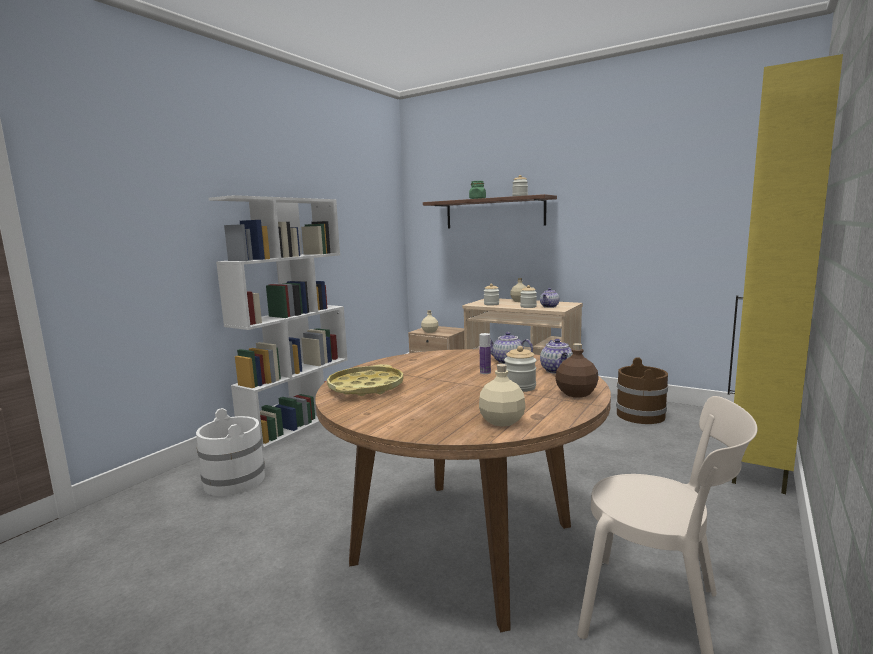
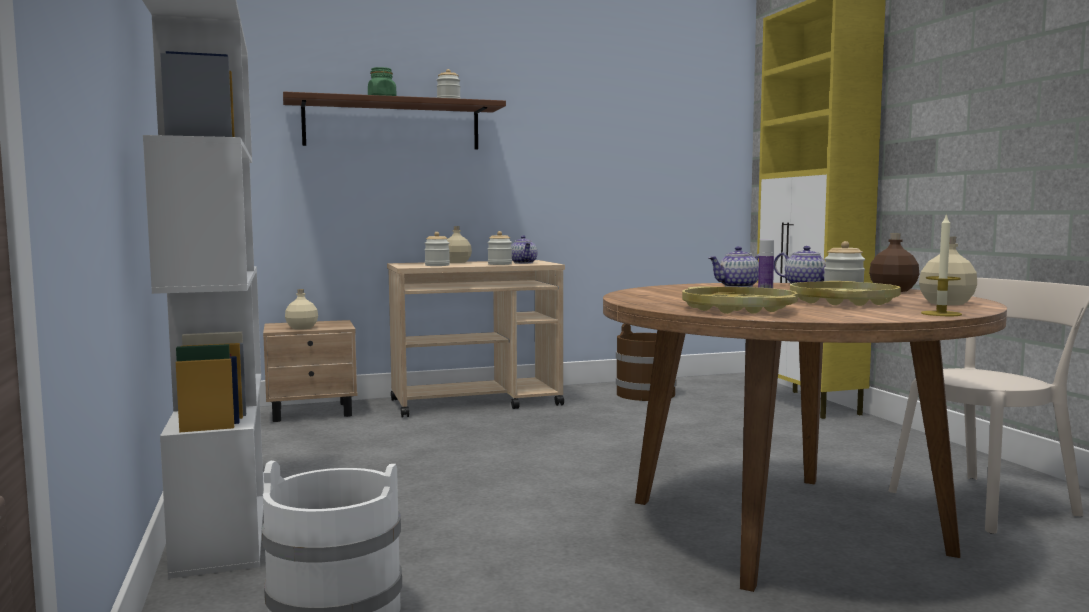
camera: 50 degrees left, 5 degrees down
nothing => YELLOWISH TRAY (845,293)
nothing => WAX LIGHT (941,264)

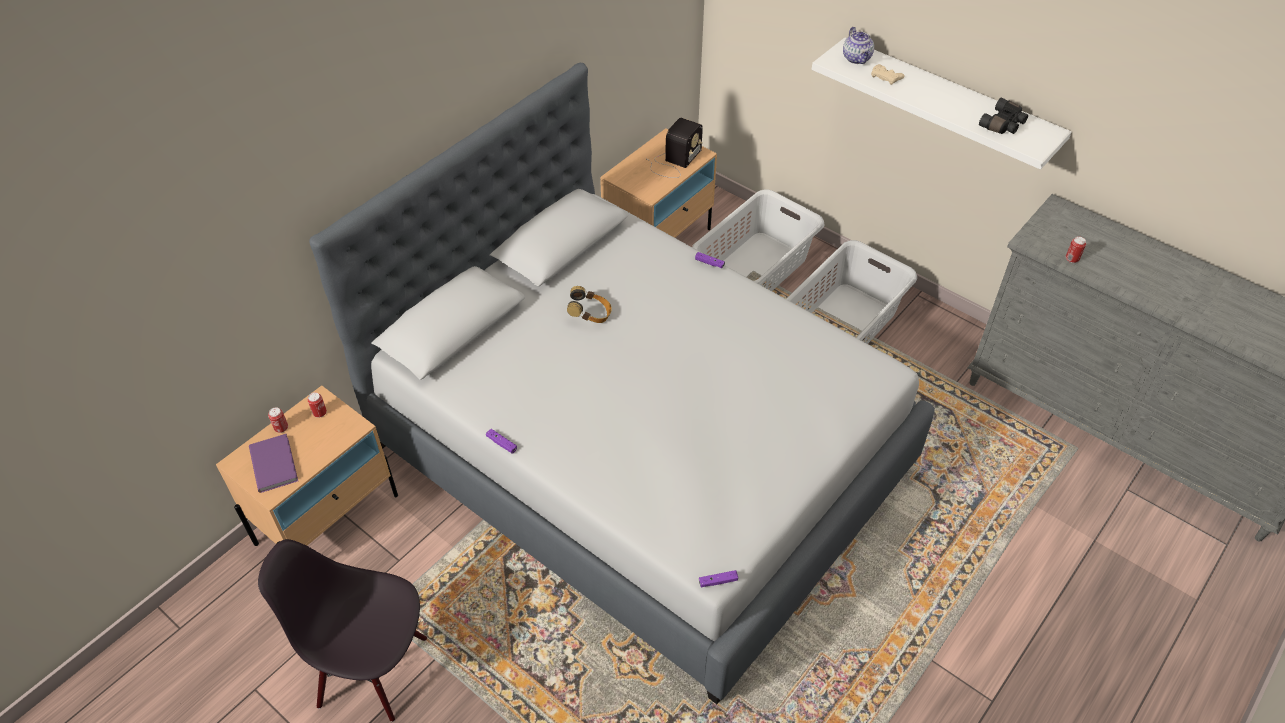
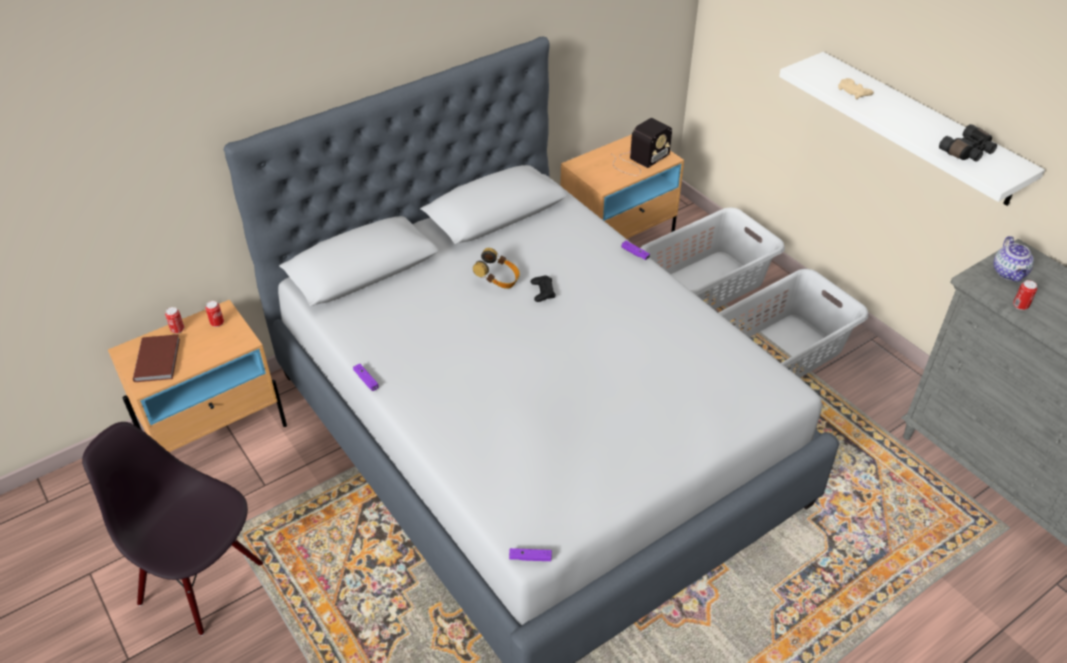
camera: 15 degrees right, 5 degrees down
PURPLE BOUND BOOK (273,463) => BROWNISH BOUND BOOK (156,358)
nothing => BLACK-COLOURED JOYPAD (542,288)
TEA POT (858,45) => TEA POT (1013,259), move

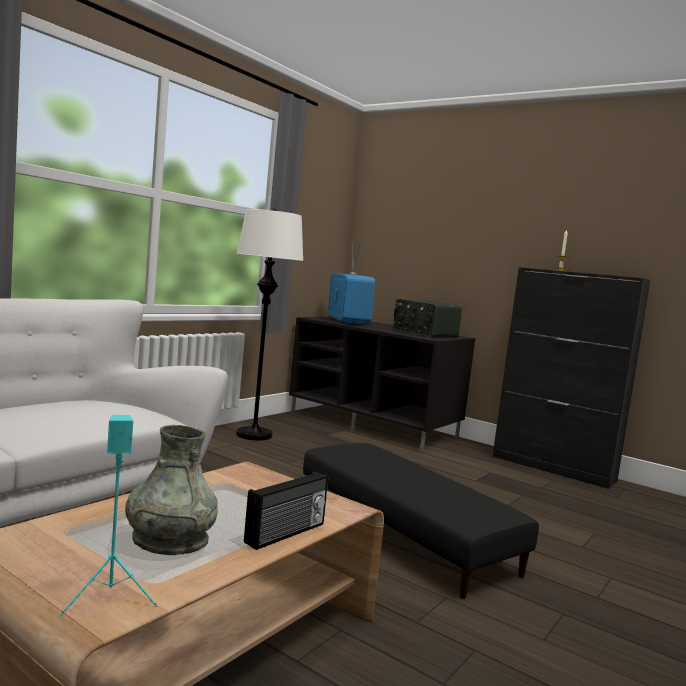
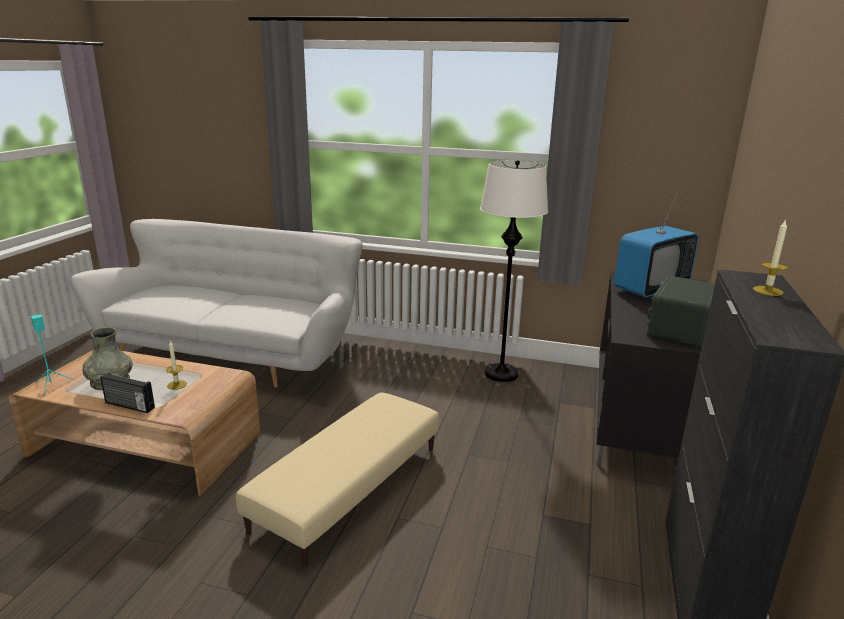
camera: 70 degrees right, 15 degrees up
nothing => WAX LIGHT (176,365)
BLACK-COLOURED FOOTREST (421,521) => BEIGE-COLOURED FOOTREST (337,479)

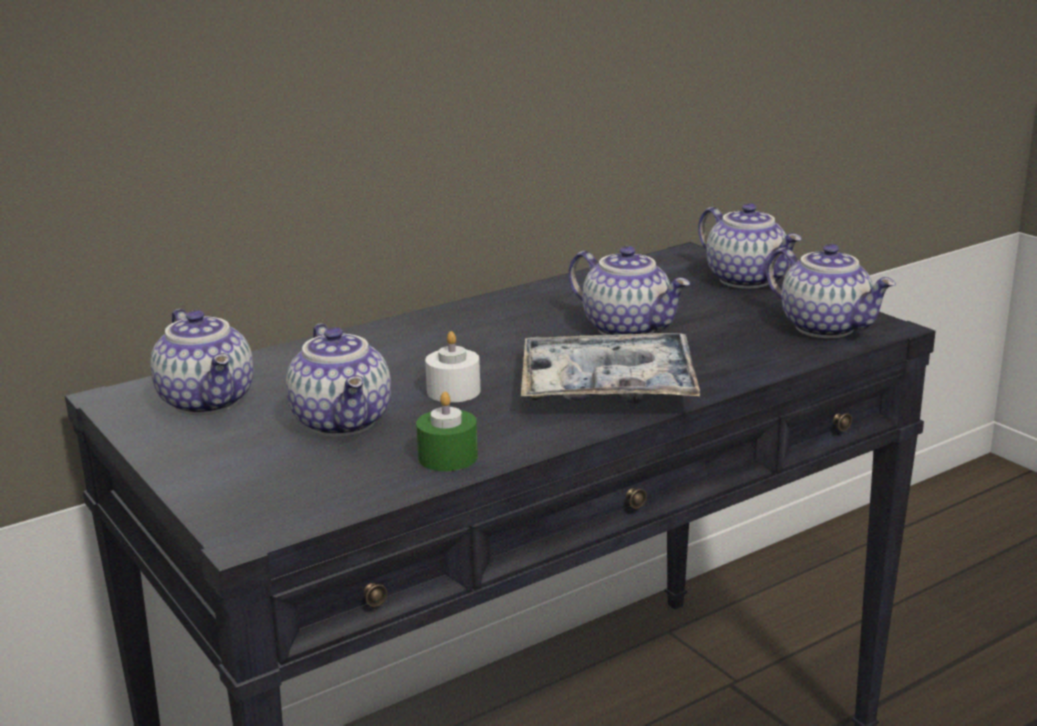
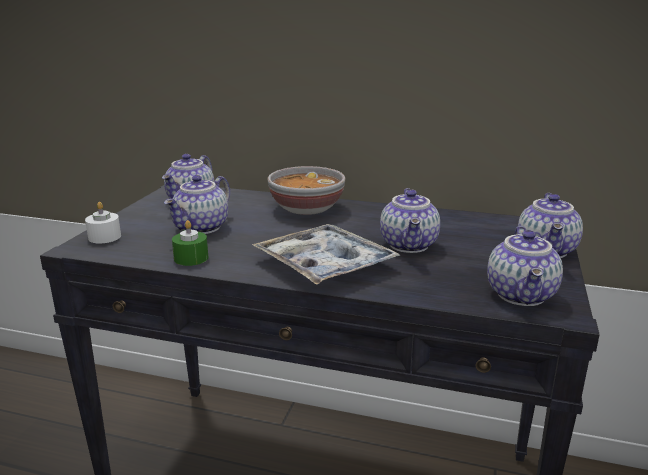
camera: 50 degrees right, 0 degrees up
WHITISH WAX LIGHT (452,367) => WHITISH WAX LIGHT (103,222), move
nothing => SERVING BOWL (307,190)

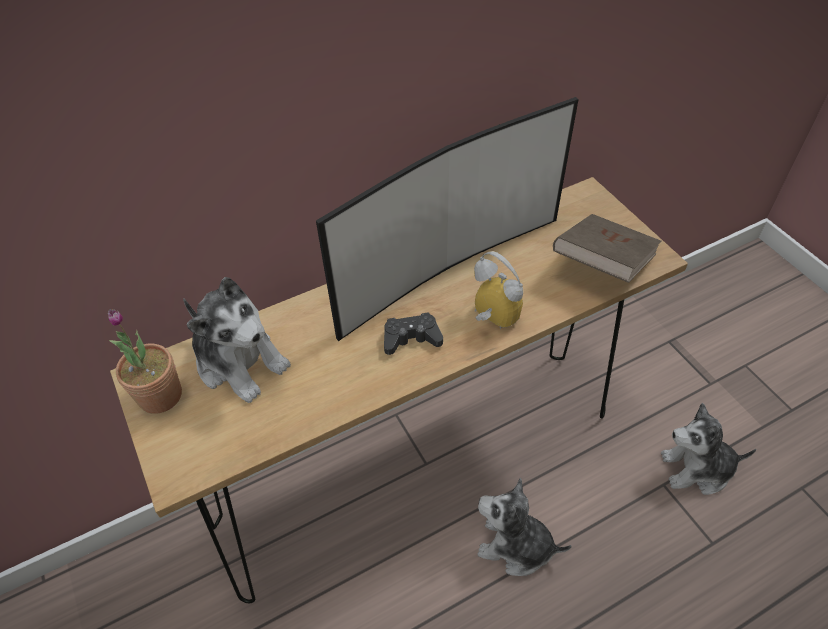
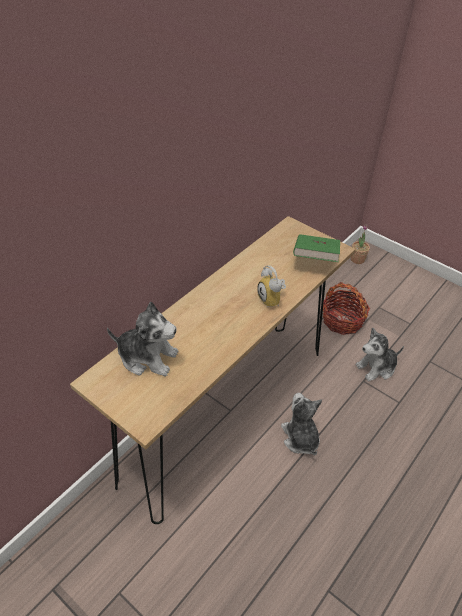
camera: 25 degrees left, 5 degrees down
ALARM CLOCK (498,290) => ALARM CLOCK (271,286), 135 degrees counterclockwise
PLUSH TOY (525,527) => PLUSH TOY (301,424), 75 degrees clockwise
BROWNISH BOUND BOOK (607,248) => GREEN-COLOURED BOUND BOOK (316,248)
nothing => HOUSEHOLD BASKET (346,308)
POTTED PLANT (145,361) => POTTED PLANT (360,244), move
TV (447,219) => nothing
BLACK-COLOURED JOYPAD (413,333) => nothing

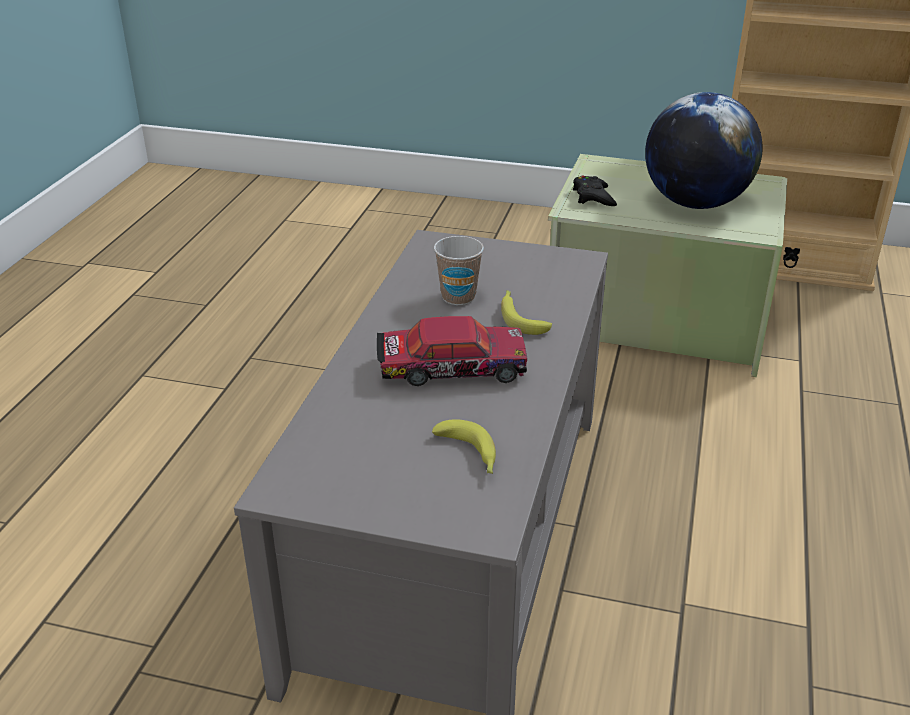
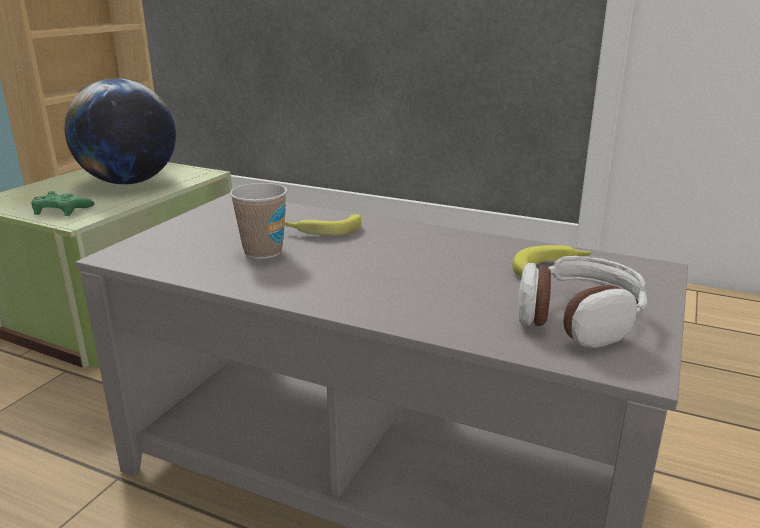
camera: 80 degrees left, 10 degrees down
BLACK-COLOURED JOYPAD (595,191) => GREEN-COLOURED JOYPAD (63,203)
nothing => HEADSET (582,302)
TOY CAR (452,351) => nothing

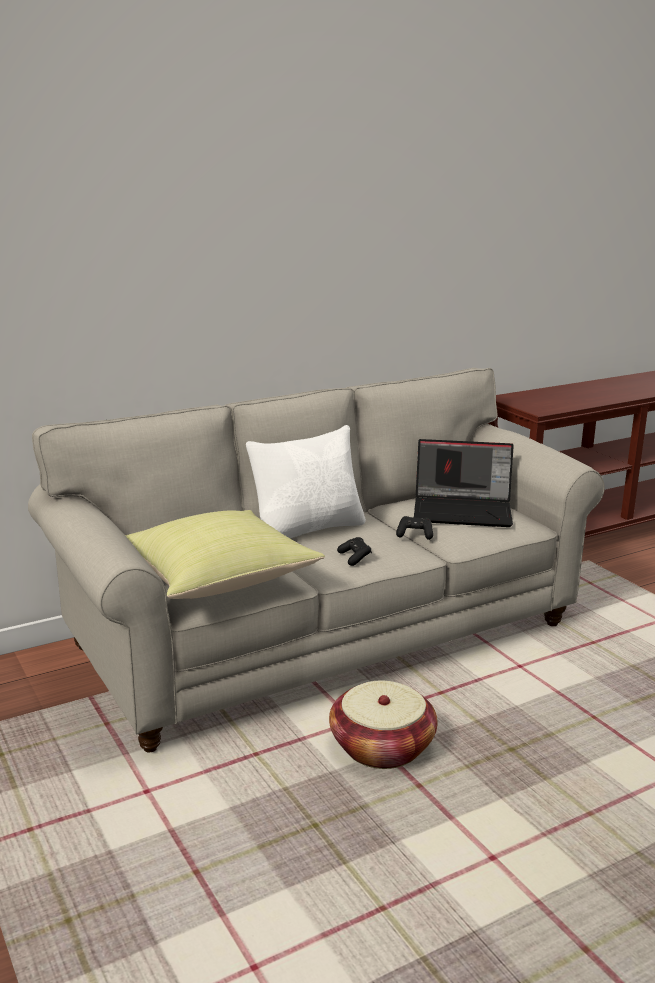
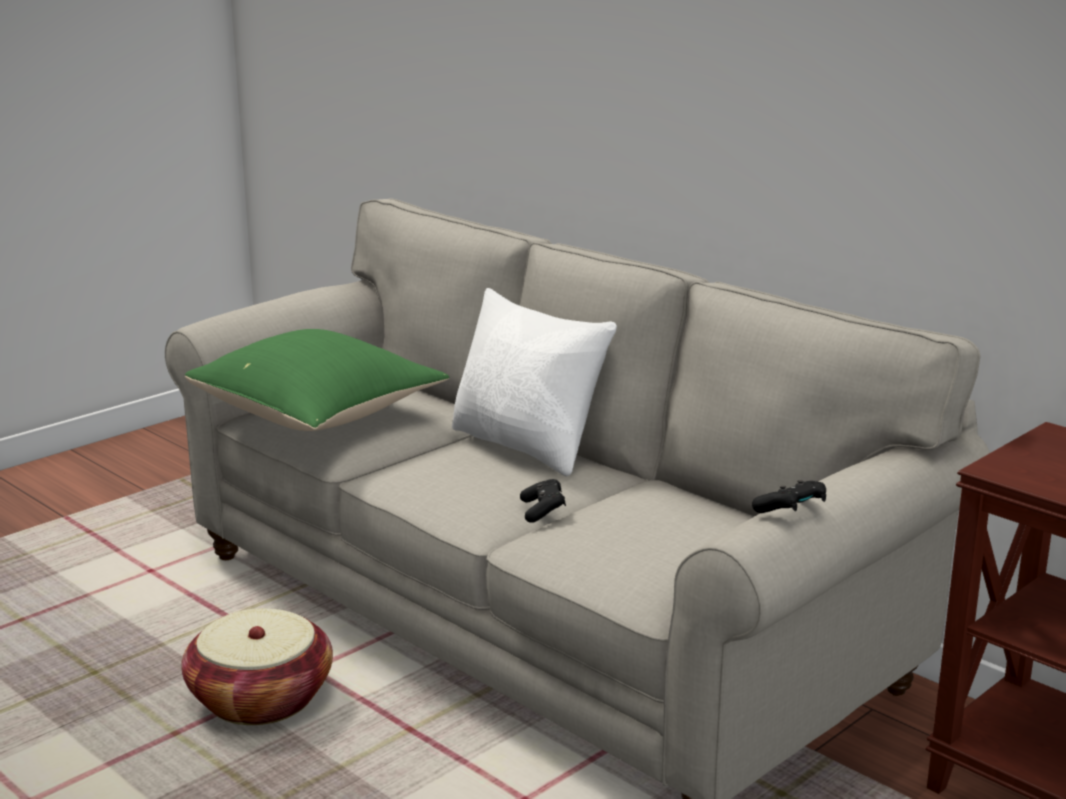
camera: 75 degrees right, 0 degrees up
YELLOWISH CUSHION (225,554) => GREEN-COLOURED CUSHION (317,380)
BLACK-COLOURED JOYPAD (354,551) => BLACK-COLOURED JOYPAD (789,496), move
PORTABLE COMPUTER (464,483) => nothing

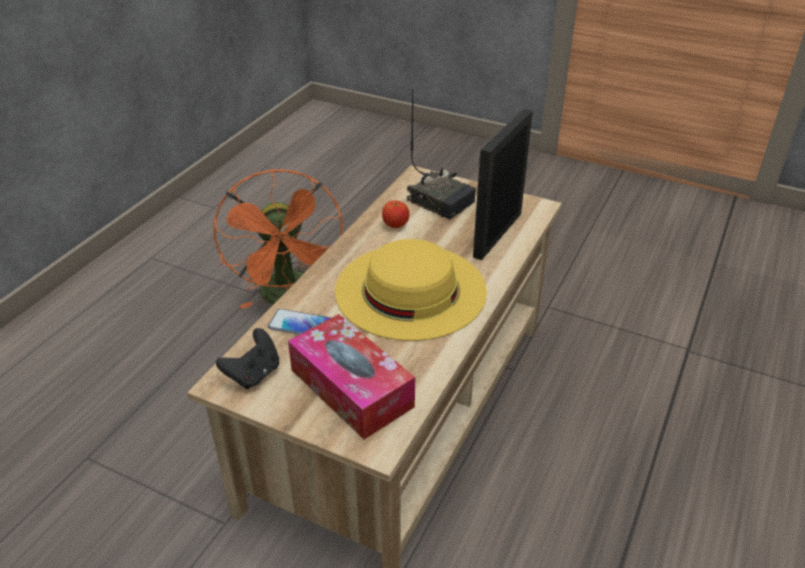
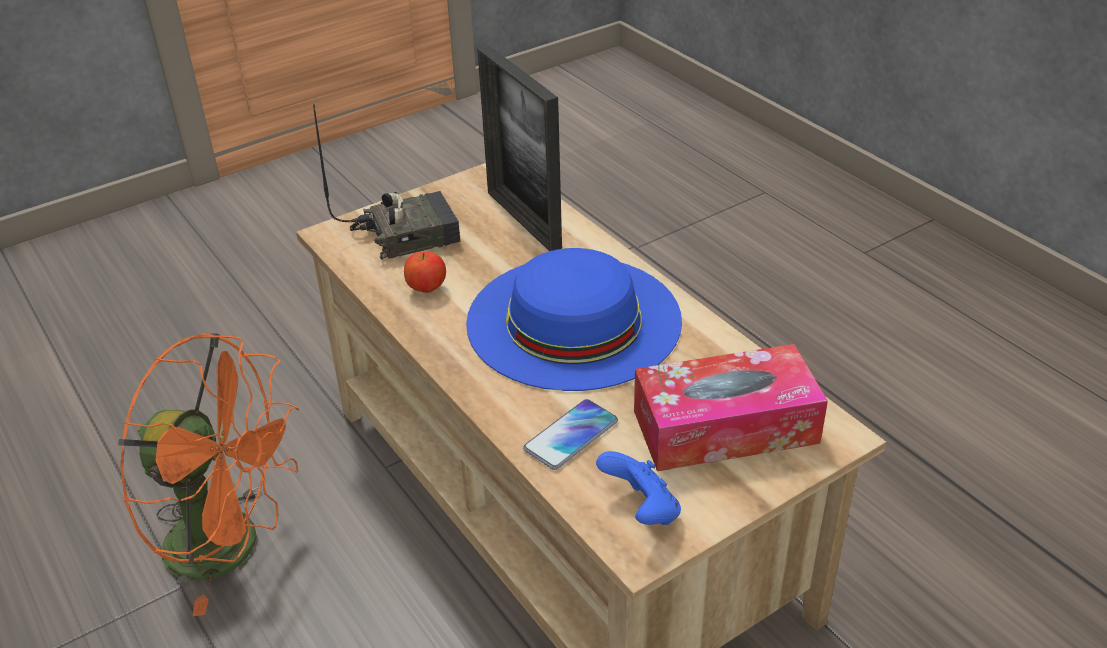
camera: 60 degrees left, 0 degrees up
YELLOWISH CLOTHING HAT (411,290) => BLUE-COLOURED CLOTHING HAT (574,319)
BLACK-COLOURED JOYPAD (247,358) => BLUE-COLOURED JOYPAD (638,488)

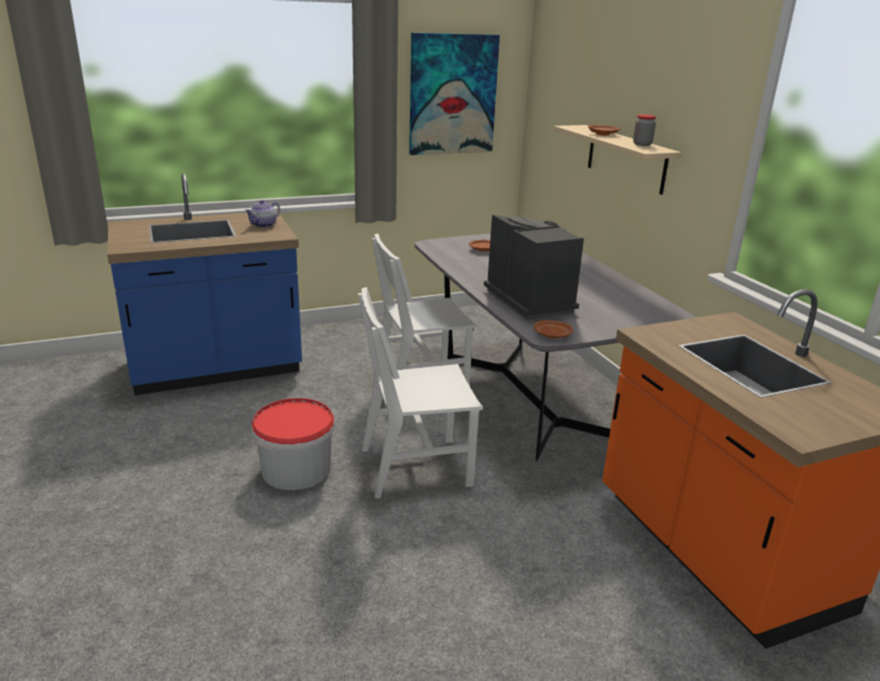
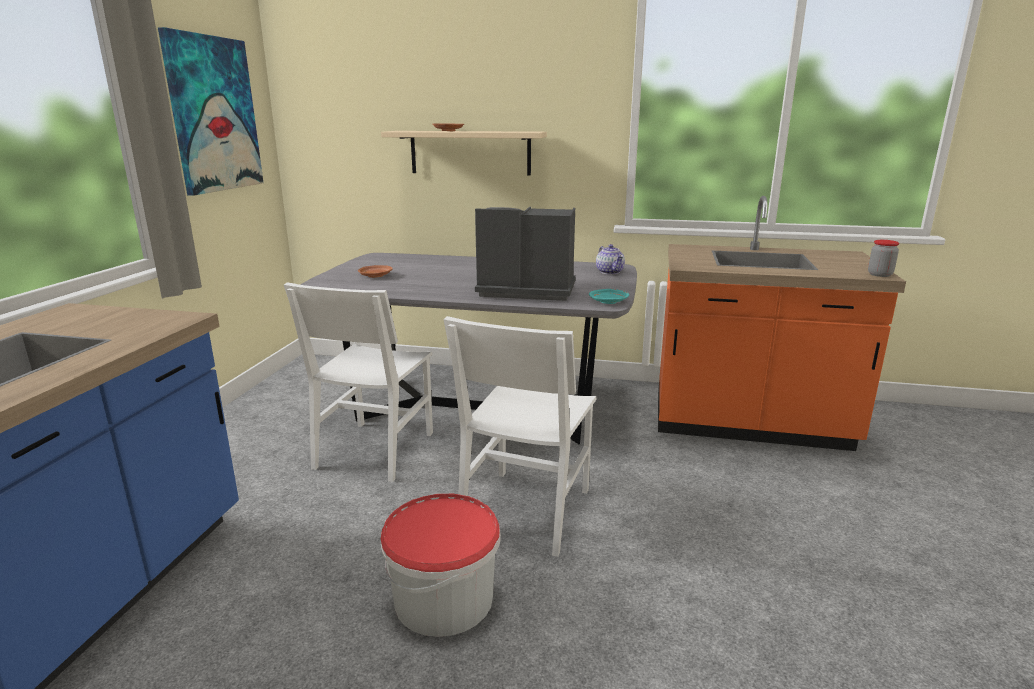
camera: 55 degrees left, 5 degrees down
BROWNISH DINNER PLATE (553,329) => TURQUOISE-COLOURED DINNER PLATE (609,296)
TEA POT (262,214) => TEA POT (610,259), move
PRESERVE JAR (644,130) => PRESERVE JAR (883,258), move

